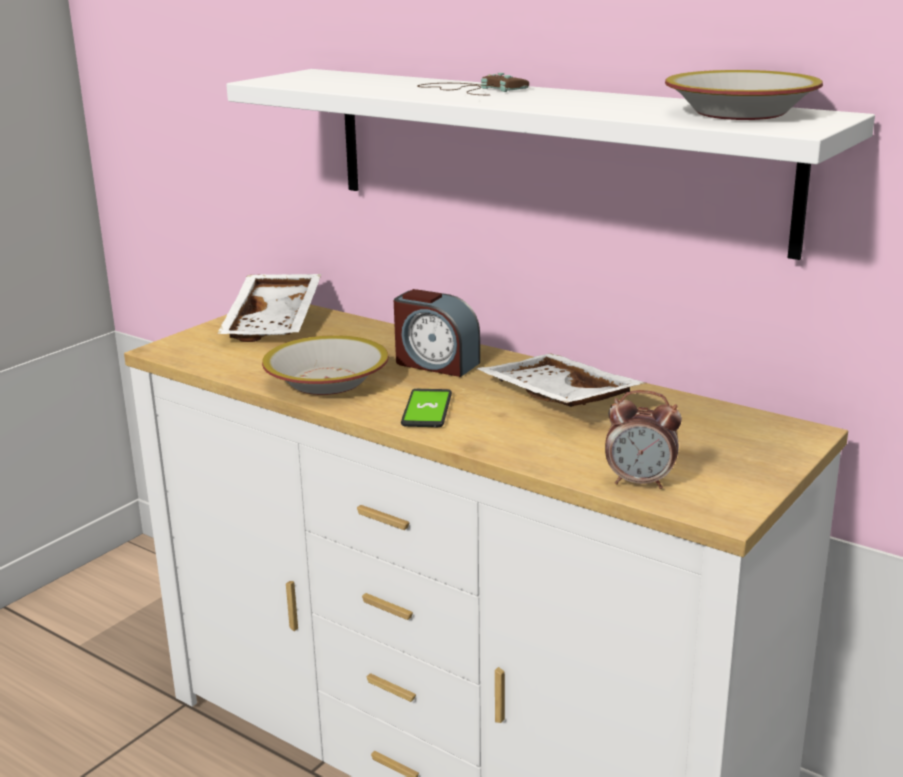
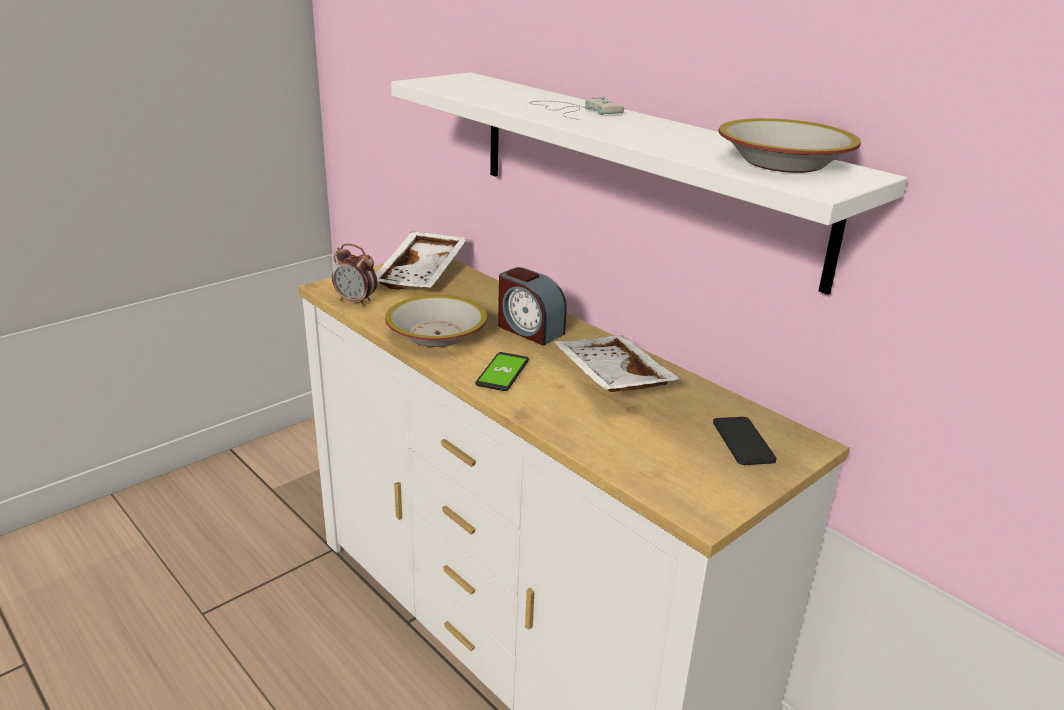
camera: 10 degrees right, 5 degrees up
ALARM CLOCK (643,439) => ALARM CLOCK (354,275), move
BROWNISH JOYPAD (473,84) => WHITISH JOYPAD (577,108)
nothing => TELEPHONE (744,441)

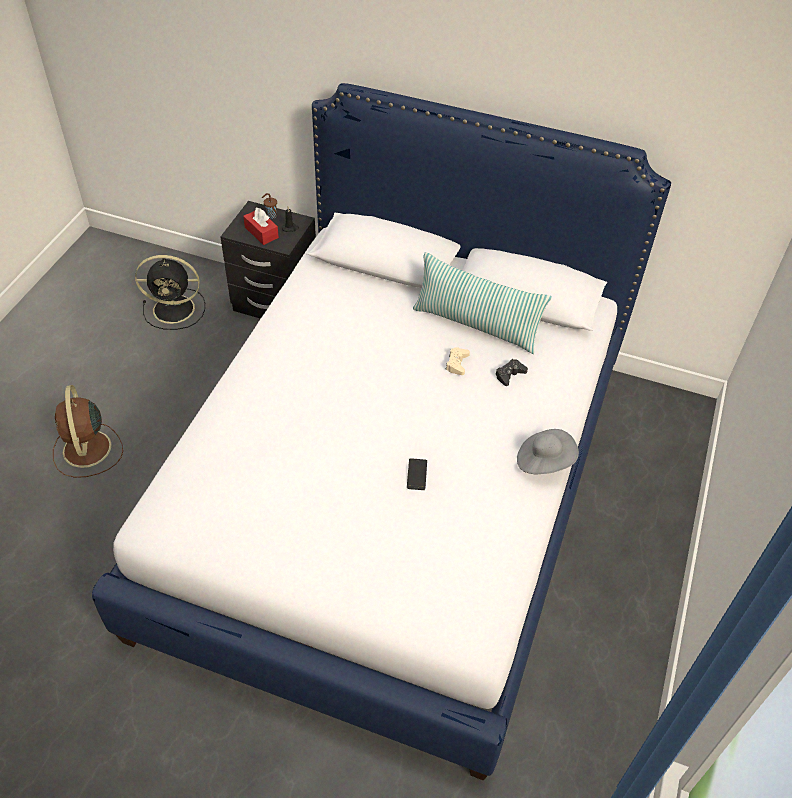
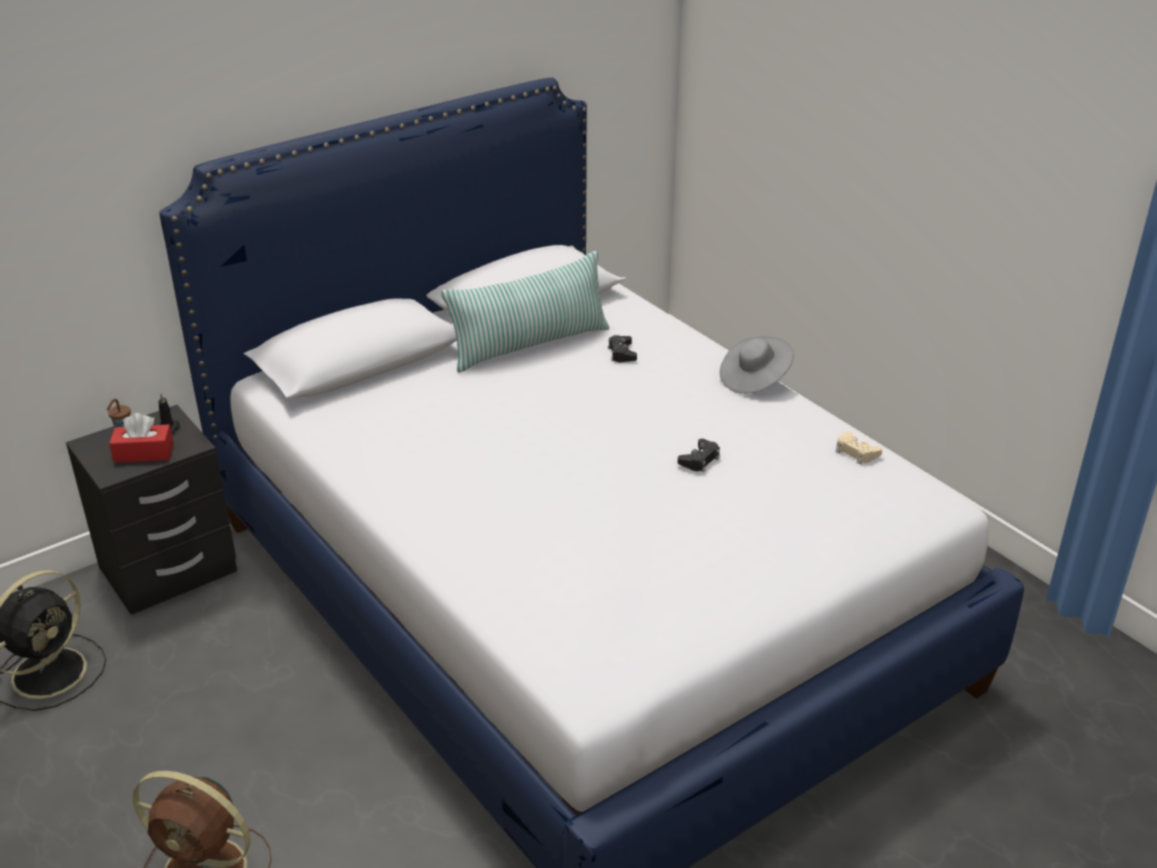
camera: 55 degrees left, 15 degrees down
TELEPHONE (417,474) => BLACK-COLOURED JOYPAD (699,455)
BEIGE-COLOURED JOYPAD (457,361) => BEIGE-COLOURED JOYPAD (859,447), move

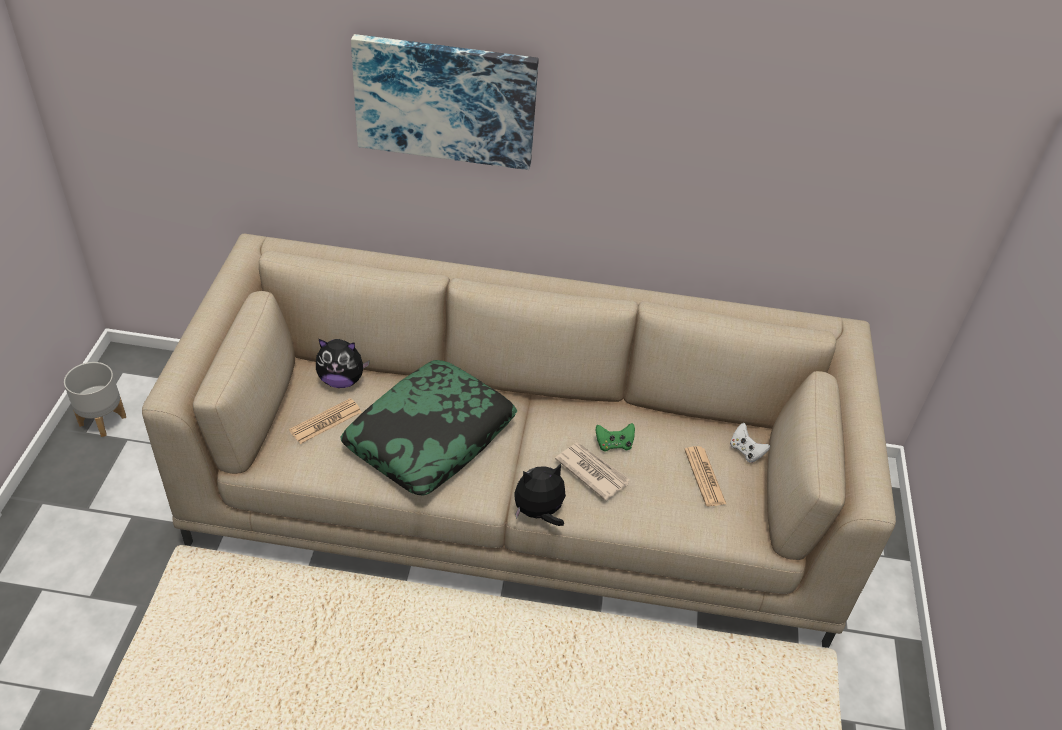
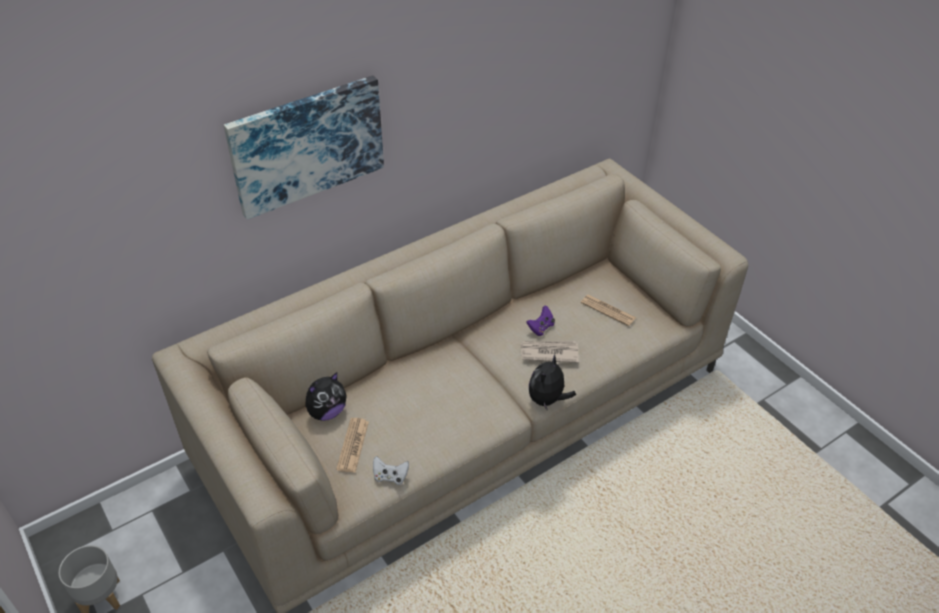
camera: 40 degrees left, 0 degrees up
WHITISH JOYPAD (750,443) => WHITISH JOYPAD (391,470), move
GREEN-COLOURED JOYPAD (615,437) => PURPLE JOYPAD (540,321)
CUSHION (428,428) => nothing

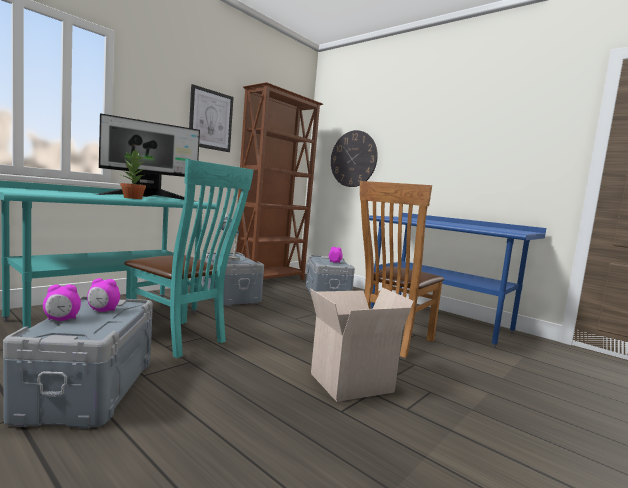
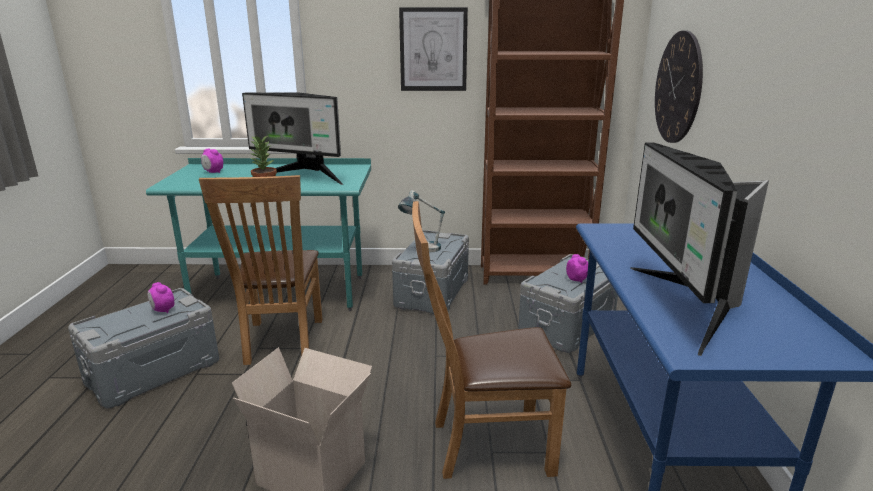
camera: 50 degrees right, 15 degrees up
TURQUOISE-COLOURED UPRIGHT CHAIR (189,258) => BROWNISH UPRIGHT CHAIR (260,270)
ALARM CLOCK (62,302) => ALARM CLOCK (212,160), move
nothing => MONITOR (699,249)

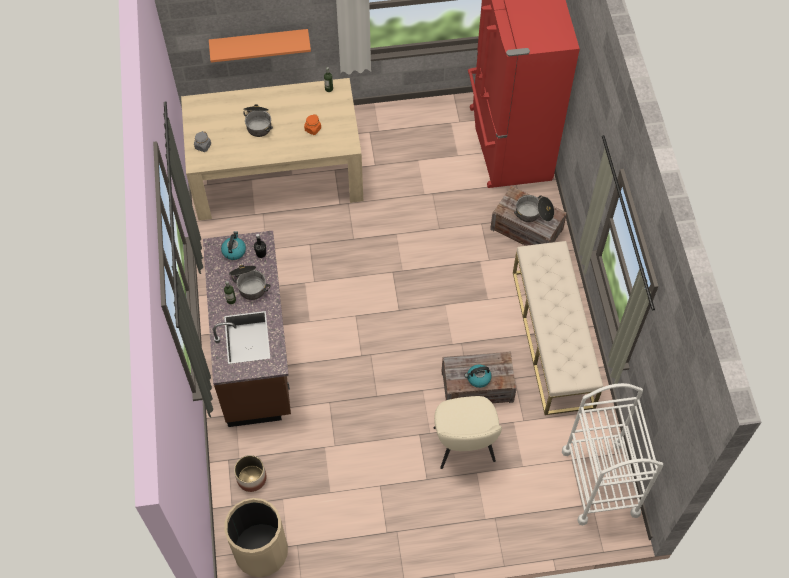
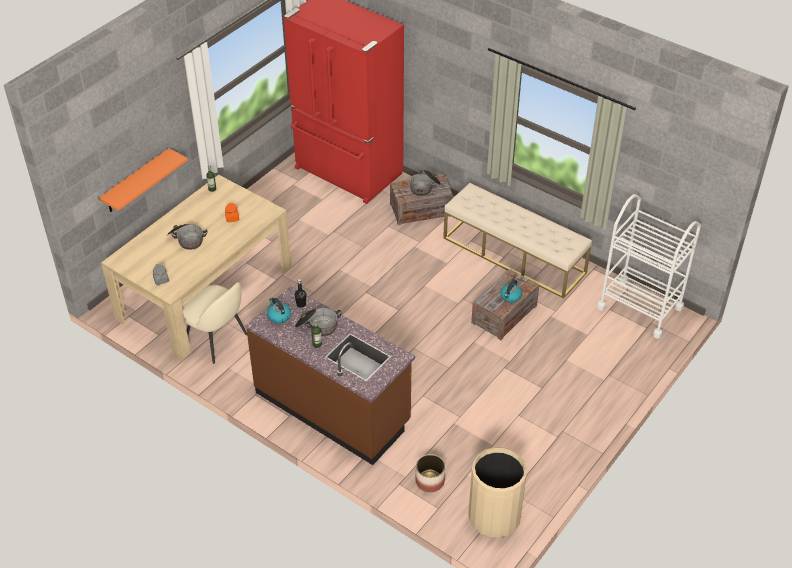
camera: 45 degrees left, 15 degrees down
BEIGE-COLOURED UPRIGHT CHAIR (468,432) => BEIGE-COLOURED UPRIGHT CHAIR (214,323), move

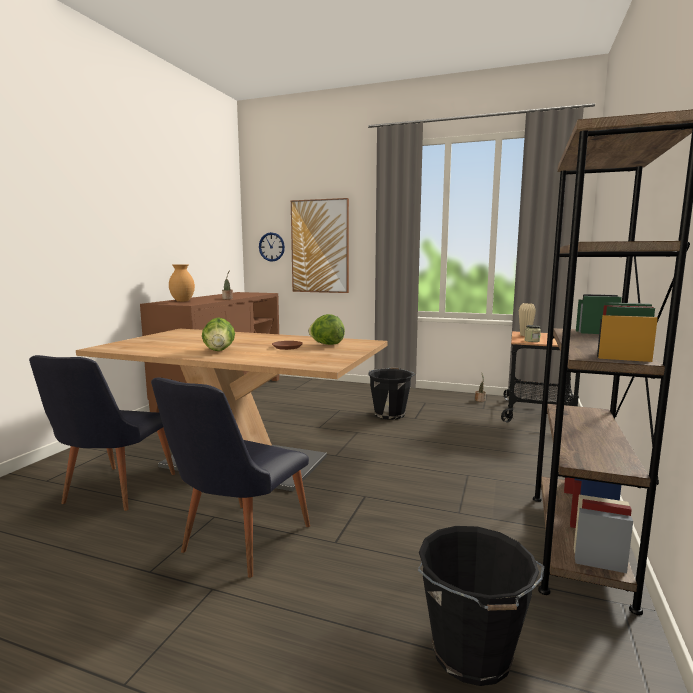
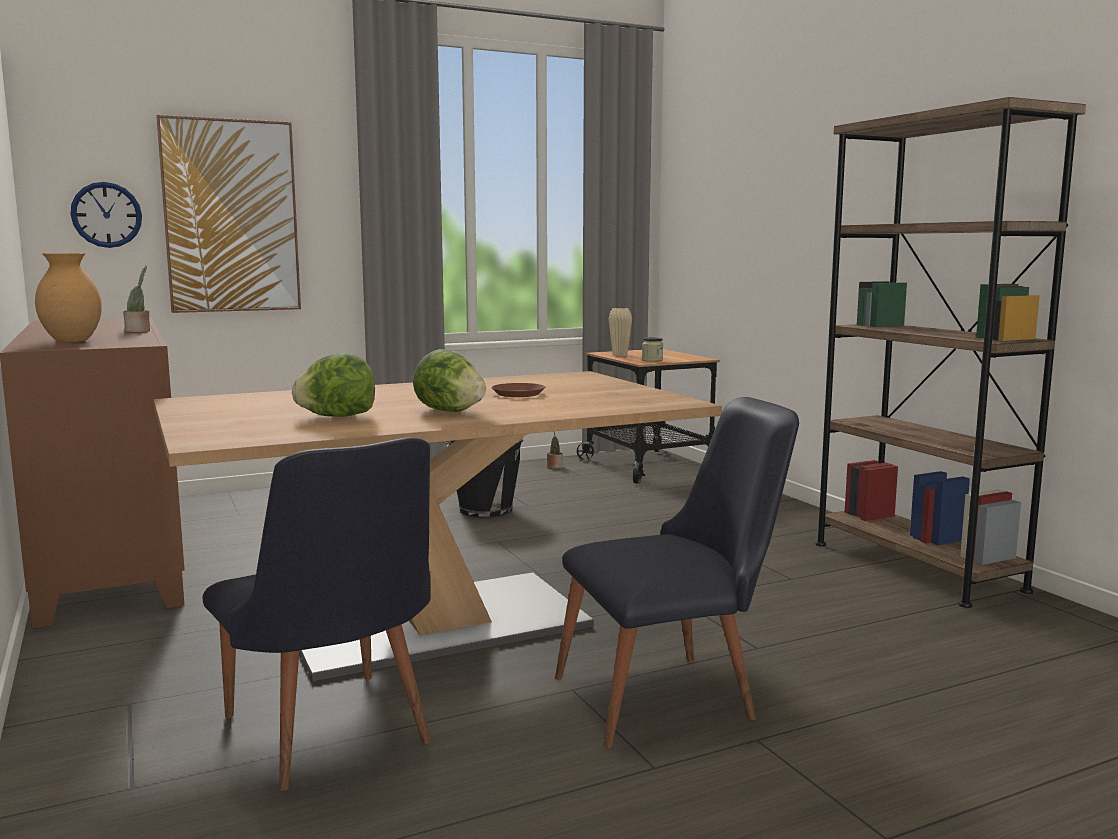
camera: 45 degrees left, 0 degrees up
HEAD OF LETTUCE (326,329) => HEAD OF LETTUCE (333,385), move
BLACK-COLOURED UPRIGHT CHAIR (230,477) => BLACK-COLOURED UPRIGHT CHAIR (677,573), 90 degrees counterclockwise
BLACK-COLOURED BUCKET (481,606) => nothing

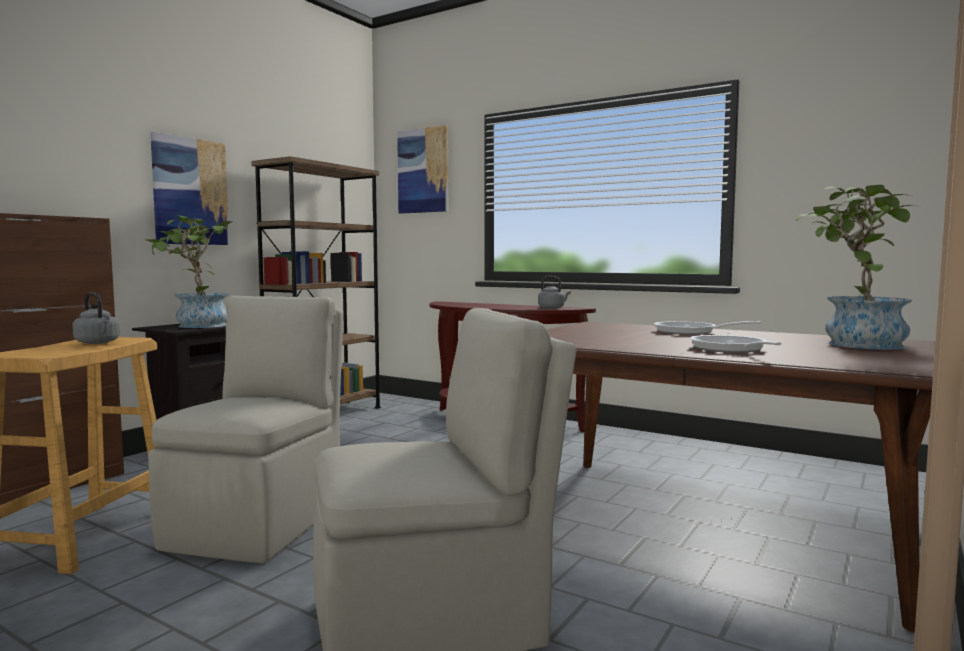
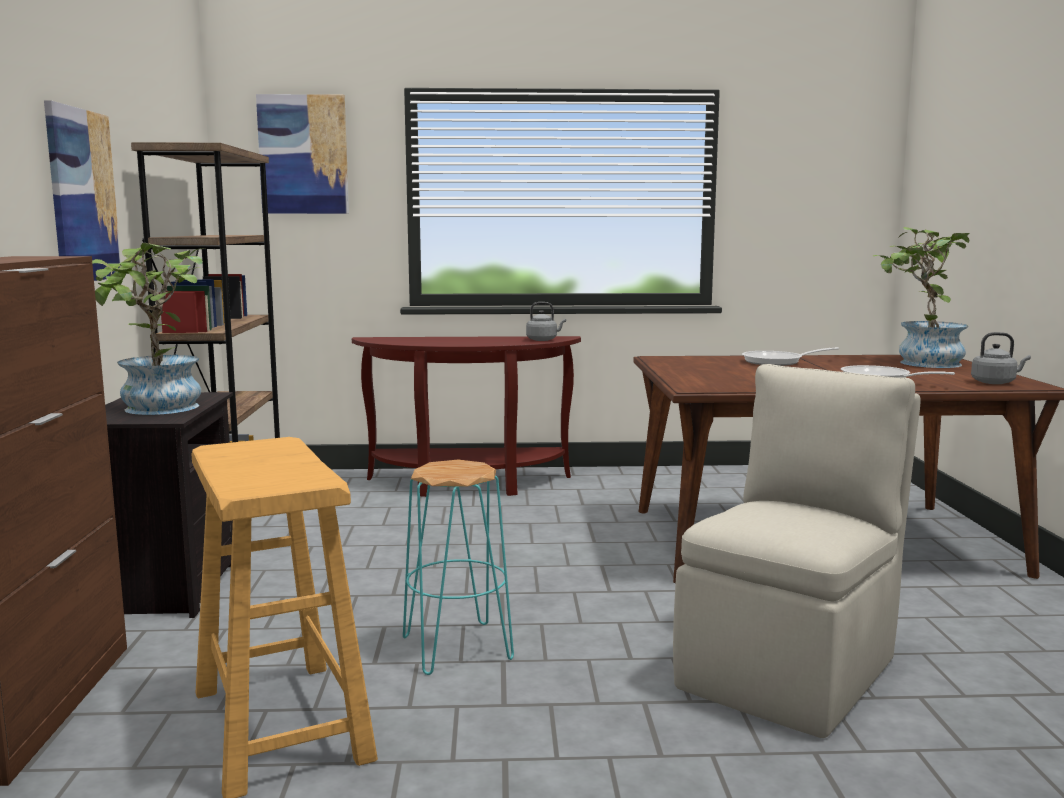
camera: 35 degrees left, 5 degrees up
BEIGE-COLOURED UPRIGHT CHAIR (245,429) => TURQUOISE-COLOURED STOOL SEAT (458,567)
GREY WATER KETTLE (96,318) => GREY WATER KETTLE (1001,358), move

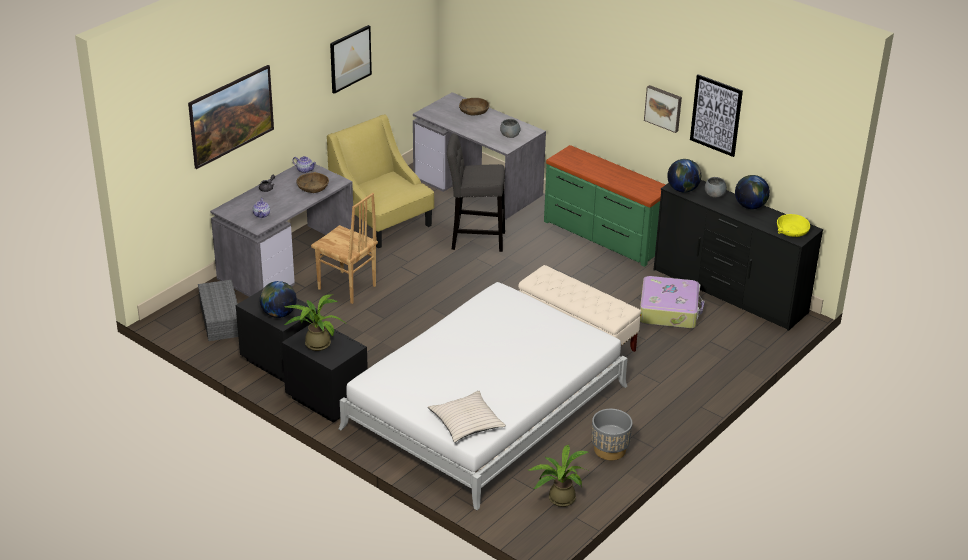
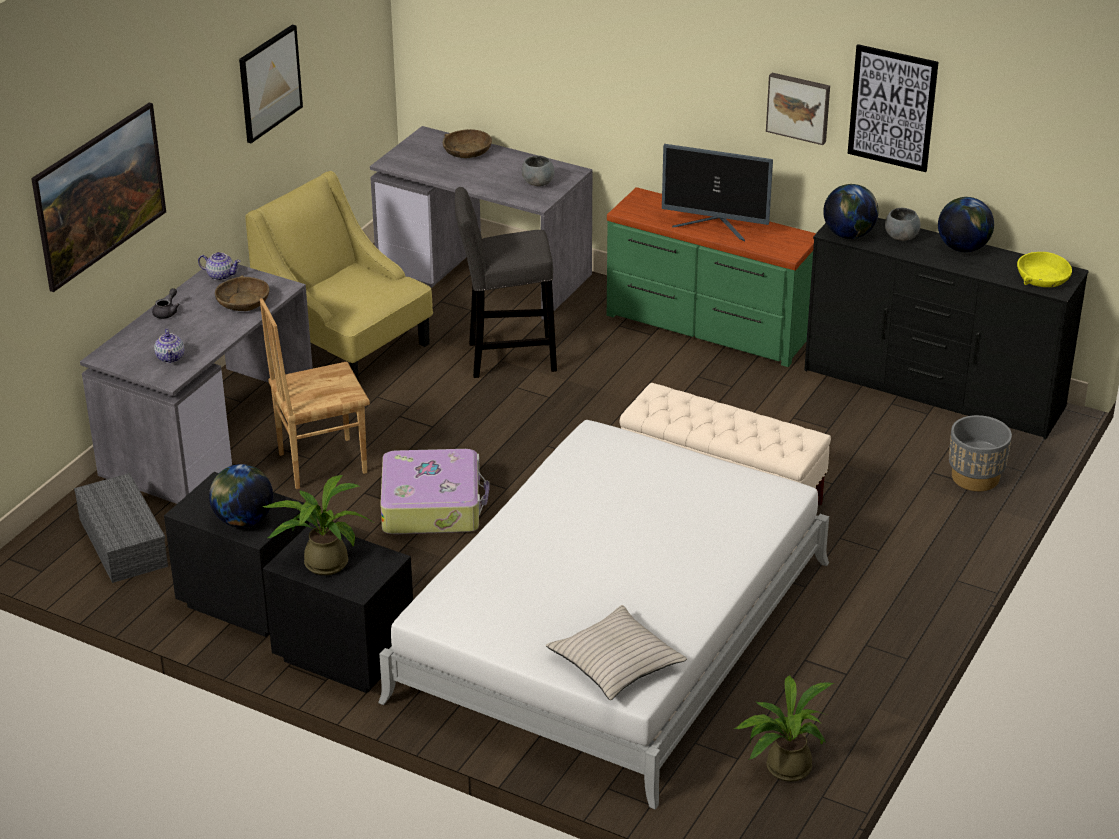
camera: 10 degrees left, 0 degrees up
BROWNISH UPRIGHT CHAIR (344,248) => BROWNISH UPRIGHT CHAIR (315,393), 135 degrees clockwise
PIECE OF LUGGAGE (672,302) => PIECE OF LUGGAGE (435,491), move
nothing => MONITOR (717,192)
GREY PLANT POT (612,434) => GREY PLANT POT (980,453), move

